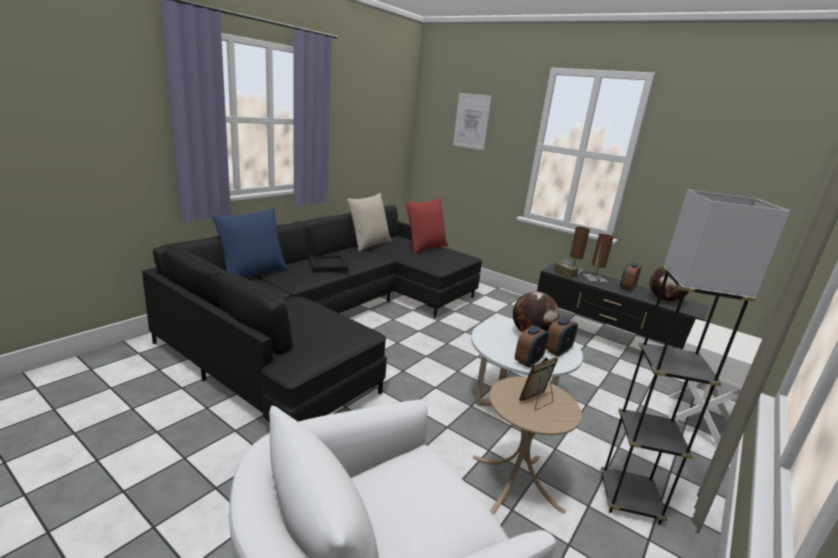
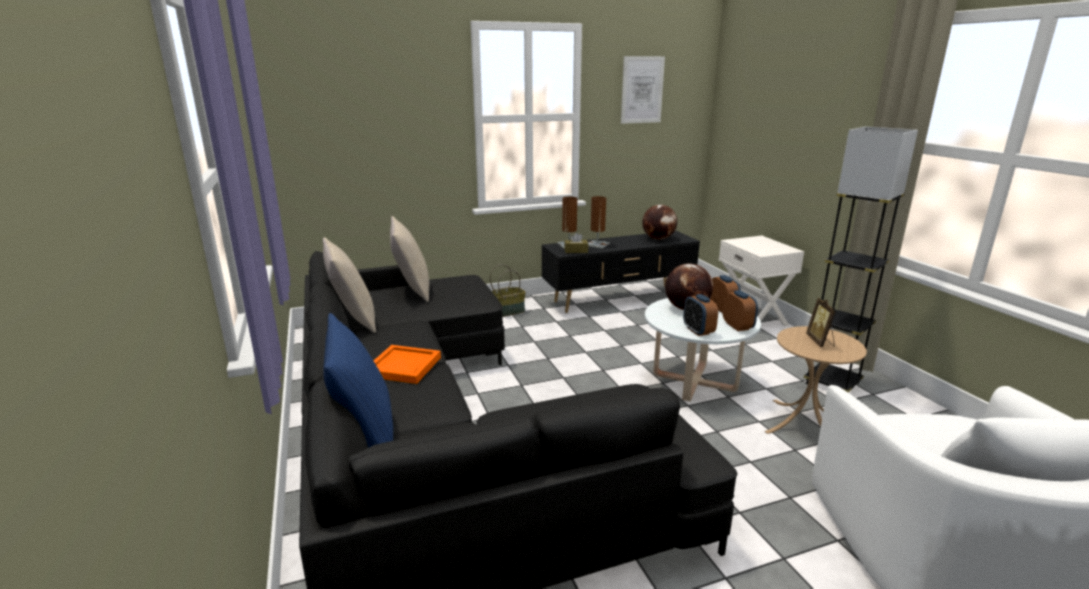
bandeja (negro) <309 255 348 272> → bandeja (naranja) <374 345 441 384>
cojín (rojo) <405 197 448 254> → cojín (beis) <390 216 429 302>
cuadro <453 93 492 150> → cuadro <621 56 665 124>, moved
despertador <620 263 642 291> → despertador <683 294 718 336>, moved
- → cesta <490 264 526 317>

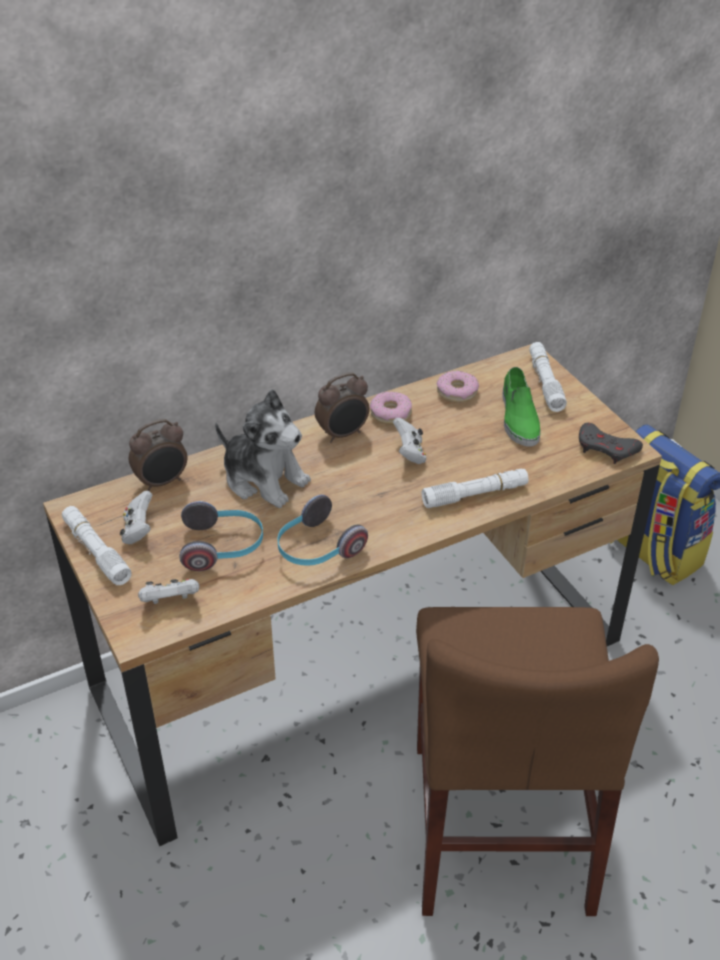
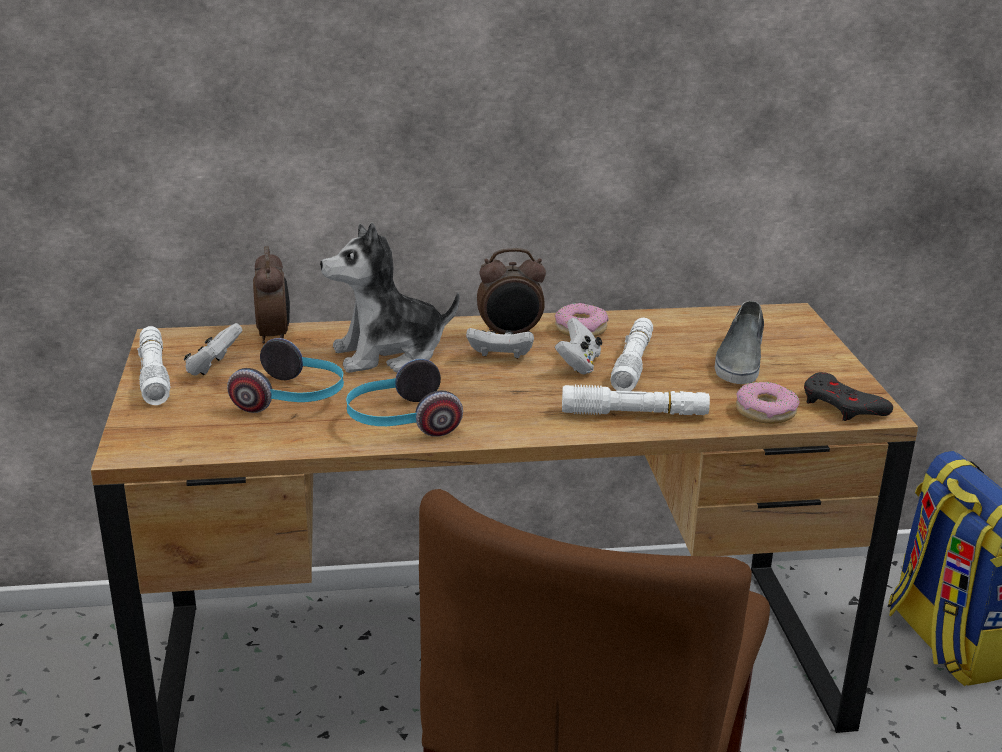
despertador <129 419 187 492> → despertador <253 246 290 344>, 90 degrees counterclockwise
mando de consola (blanco) <138 579 199 604> → mando de consola (blanco) <466 328 534 358>, moved
peluche <215 389 311 508> → peluche <320 223 459 373>, 105 degrees clockwise
rosquilla <436 371 479 403> → rosquilla <736 382 800 424>, moved
zapato (verde) <502 367 541 447> → zapato (gris) <715 301 764 384>
linterna (blanco) <529 342 567 412> → linterna (blanco) <610 318 653 391>, moved

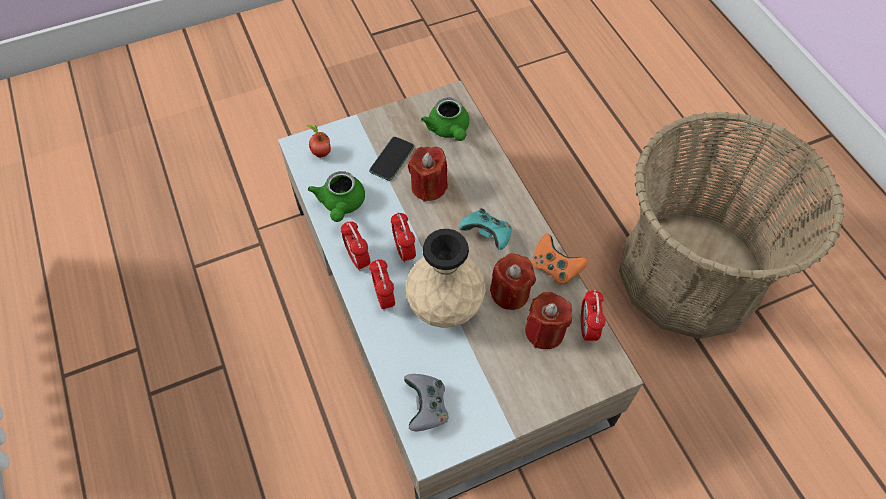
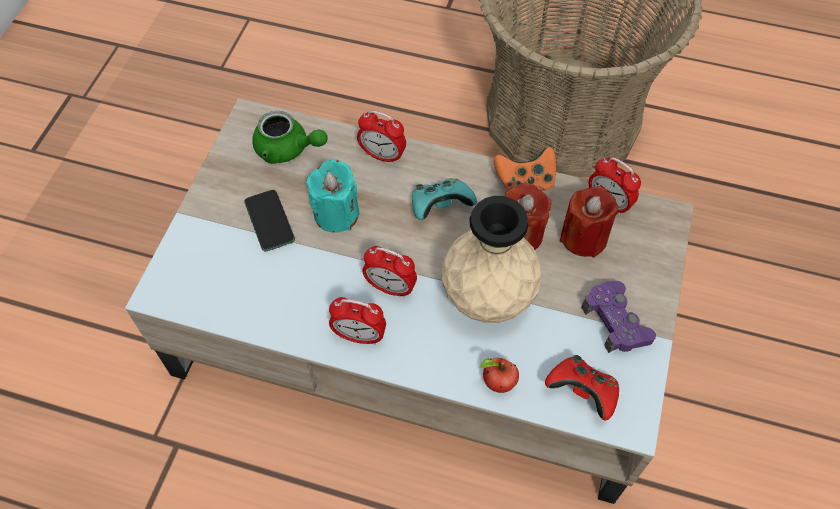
manzana <307 125 331 158> → manzana <480 358 519 393>, moved
tetera (verde) <308 171 365 222> → -
despertador <369 259 395 310> → despertador <357 110 406 164>, moved
mando de consola (gris) <404 374 449 431> → mando de consola (rojo) <545 355 619 421>
vela (rojo) <408 147 448 202> → vela (turquesa) <306 159 359 233>
- → mando de consola (morado) <581 281 656 353>

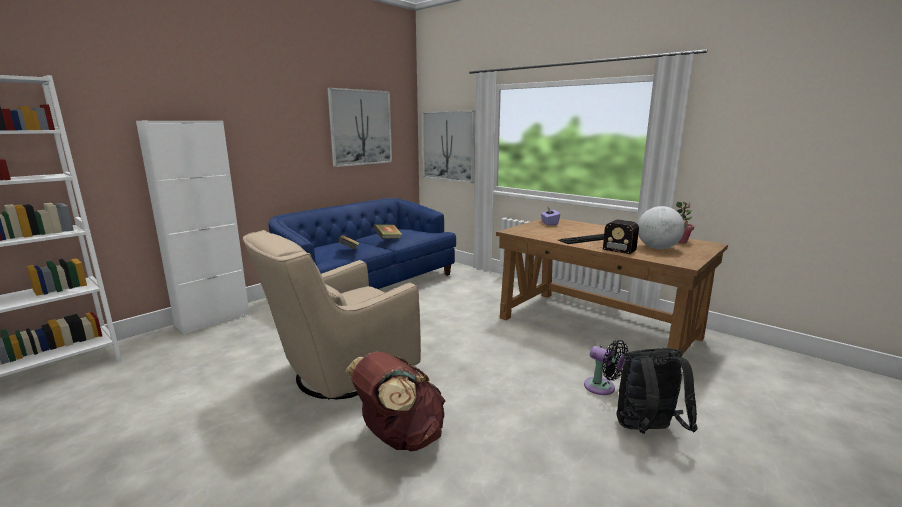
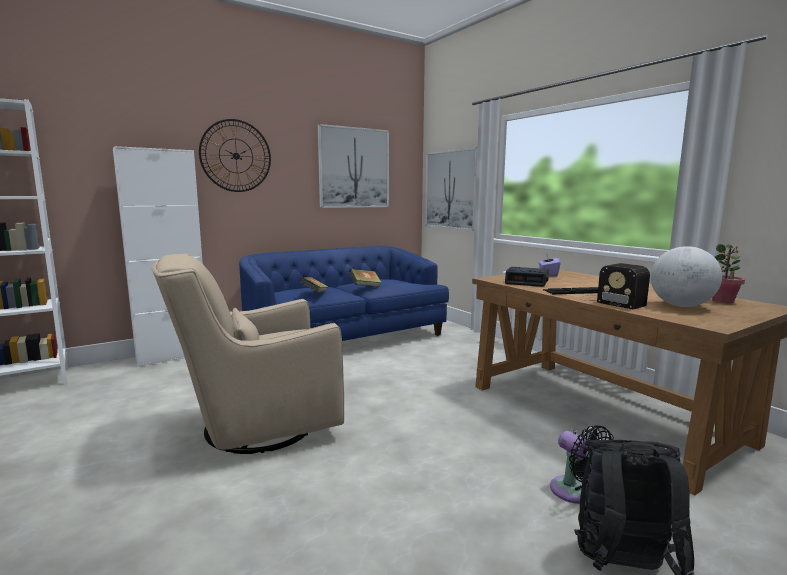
mochila (marrón) <345 352 445 451> → -
- → reloj de pared <199 119 271 192>
- → despertador <505 267 549 287>

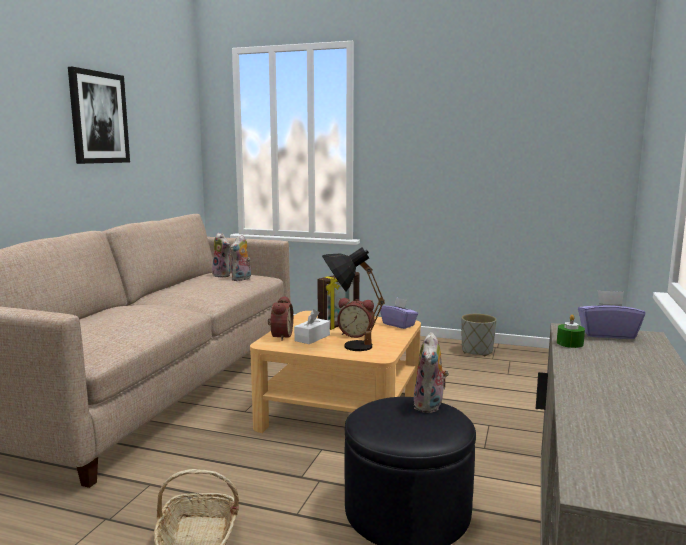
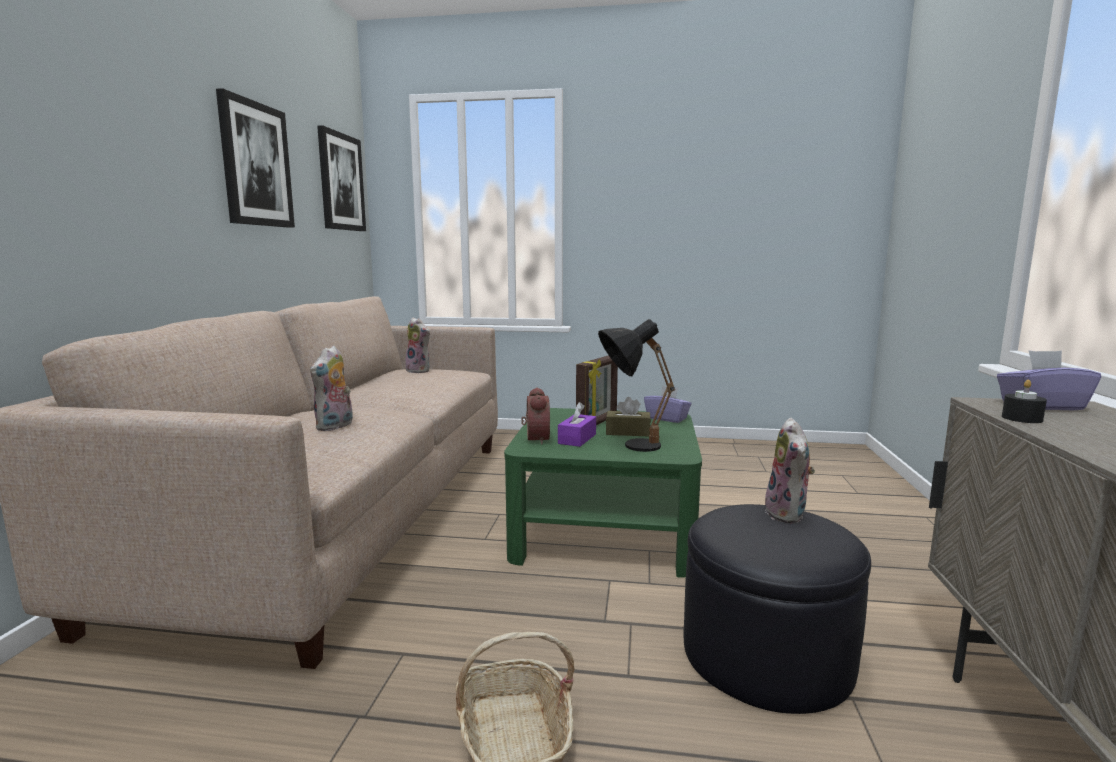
peluche <230 235 251 281> → peluche <310 346 353 431>, moved
mesa de centro (beis) <250 311 421 433> → mesa de centro (verde) <504 408 702 578>
caja de pañuelos (blanco) <294 309 330 344> → caja de pañuelos (morado) <558 402 596 447>
despertador <337 298 375 338> → caja de pañuelos (marrón) <606 397 651 436>
maceta (gris) <461 314 497 356> → -
vela (verde) <557 314 585 348> → vela (negro) <1002 380 1047 423>
- → cuadro <317 125 366 231>

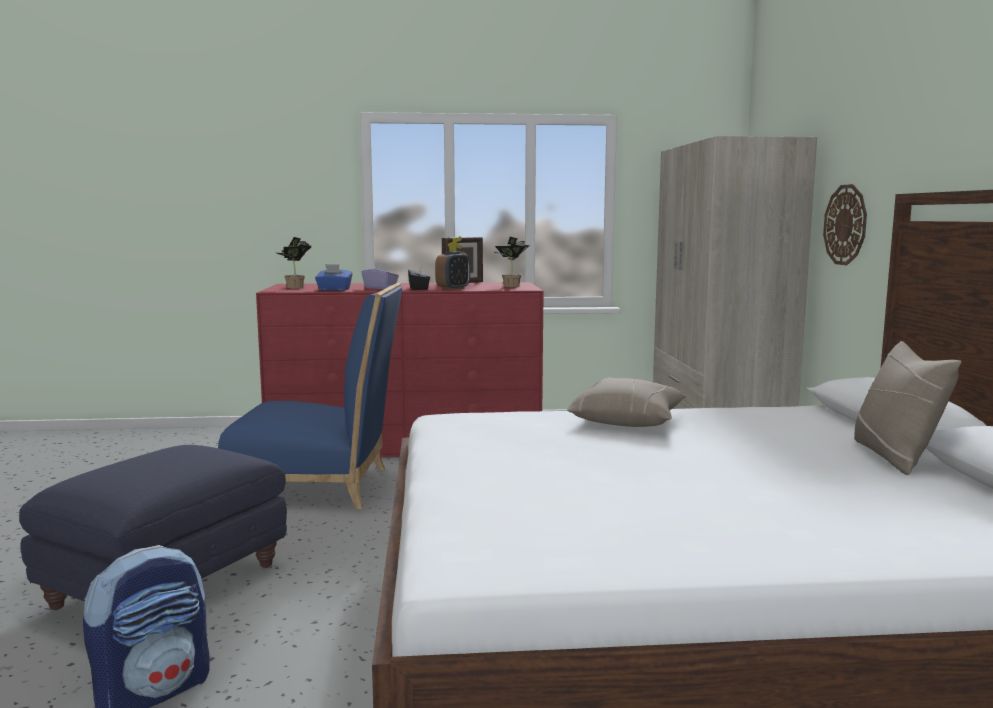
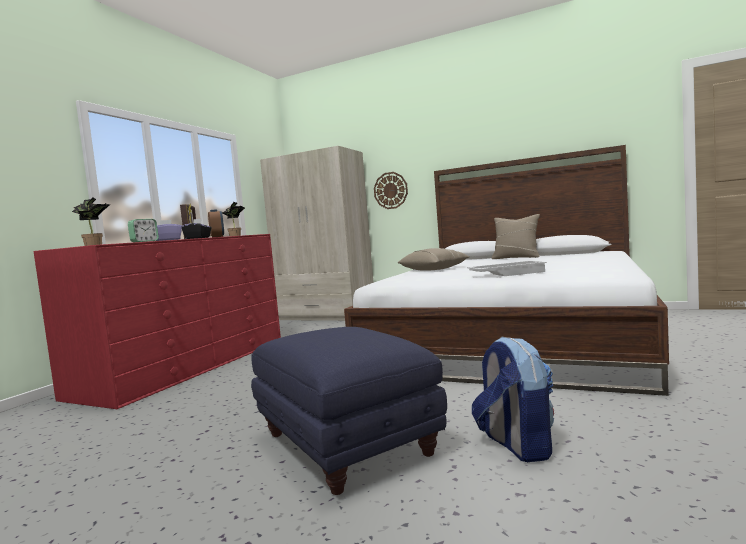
silla (azul) <218 283 402 509> → -
caja de pañuelos (azul) <315 264 352 291> → despertador <128 219 159 242>
- → bandeja (blanco) <467 261 547 276>

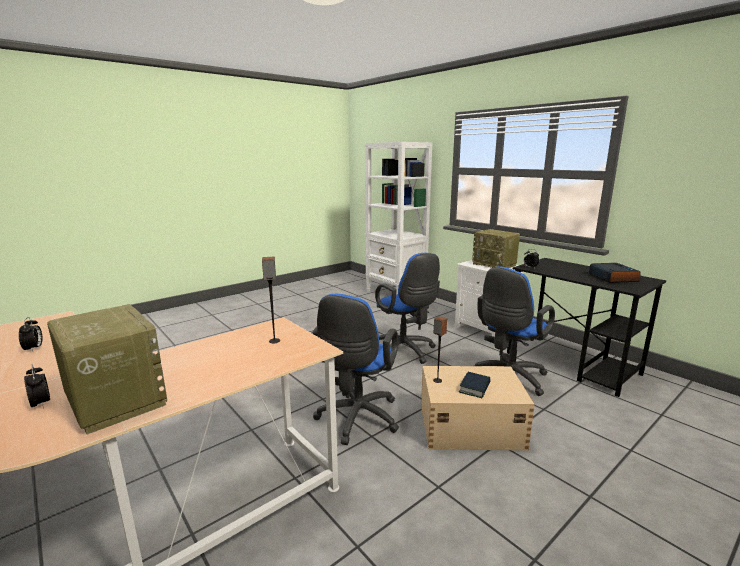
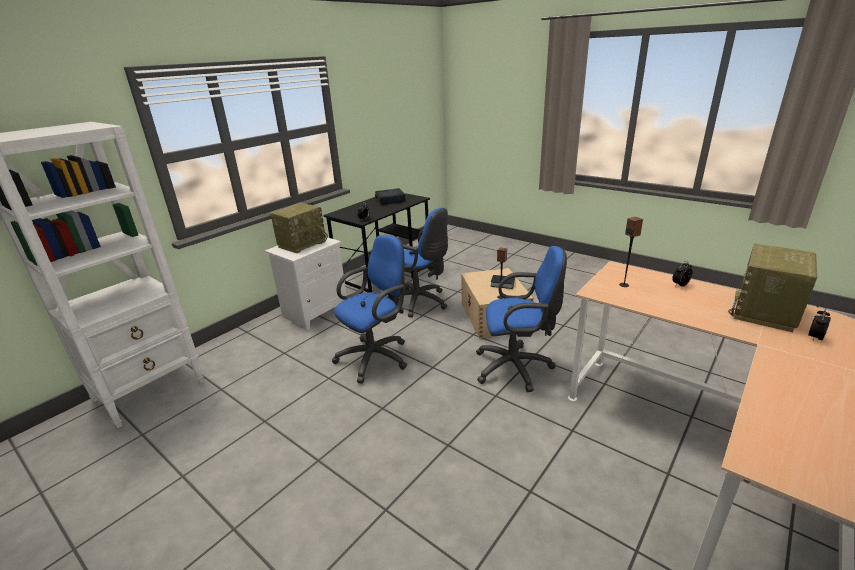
despertador <19 317 43 352> → despertador <672 261 692 287>, moved

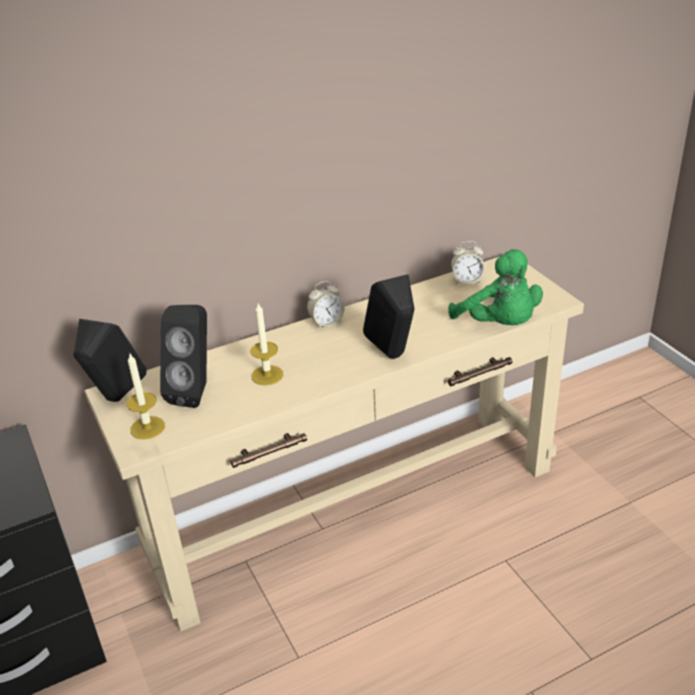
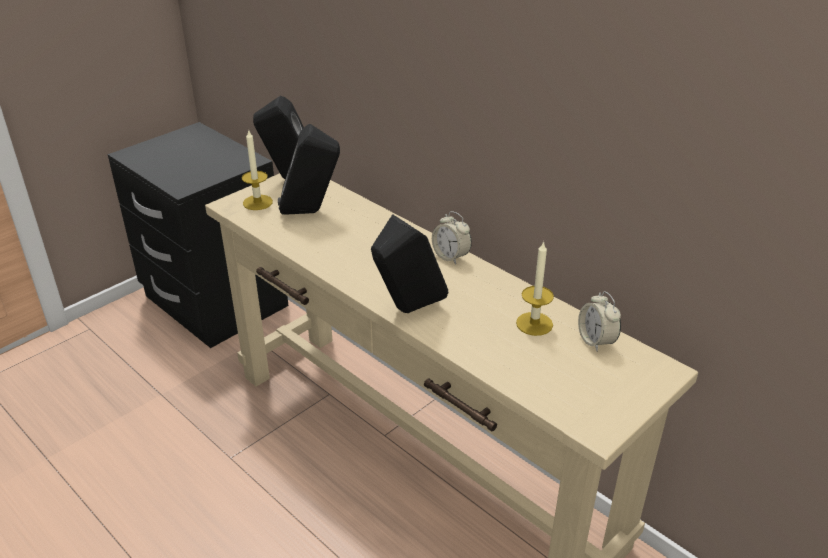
vela <250 303 284 386> → vela <516 241 554 336>, moved
peluche (verde) <448 249 543 325> → -

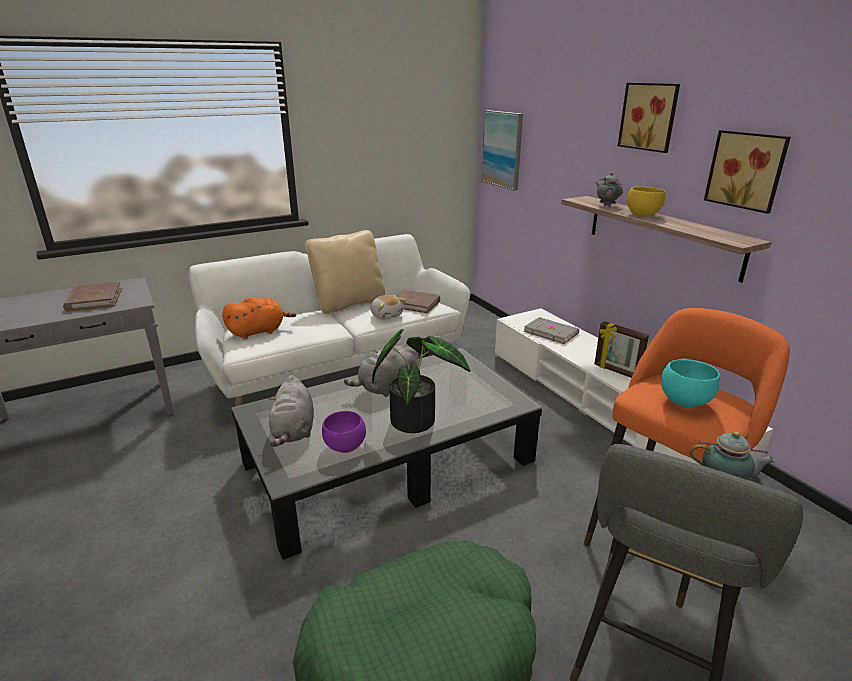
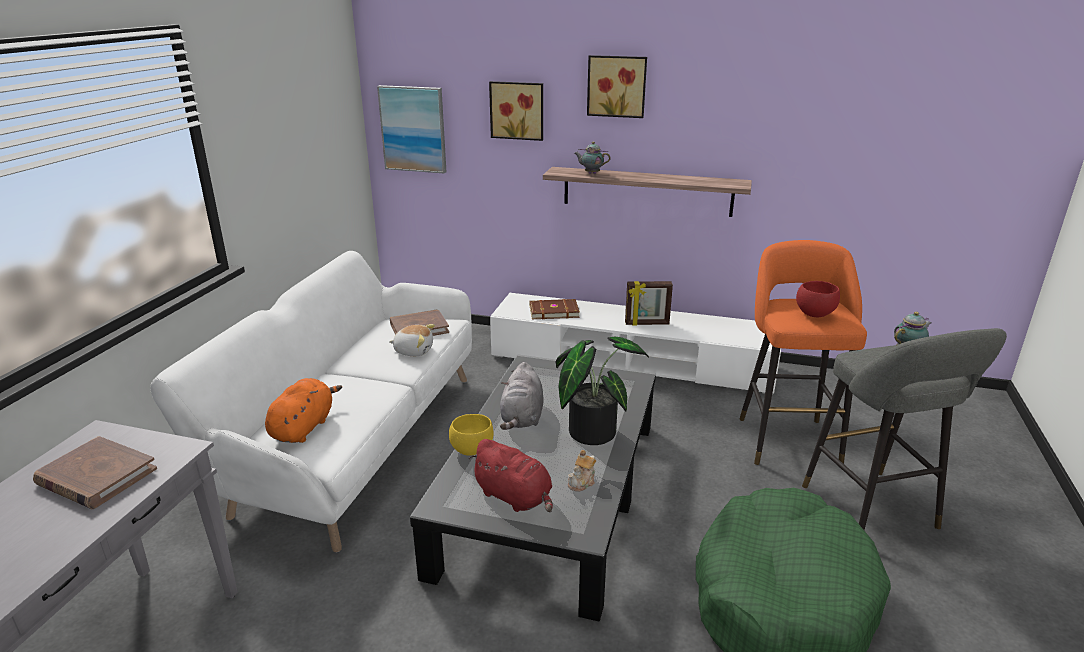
peluche (gris) <268 375 314 447> → peluche (rojo) <469 439 553 512>
cojín (beis) <305 230 385 314> → -
cuenco (morado) <322 411 366 453> → tetera <568 450 596 492>
libro (gris) <523 317 579 344> → libro (marrón) <529 299 580 319>
cuenco (amarillo) <627 187 666 216> → cuenco (amarillo) <449 414 493 456>, moved
cuenco (turquesa) <661 359 720 407> → cuenco (rojo) <796 281 840 317>
cuadro <704 130 791 214> → cuadro <489 81 543 141>, moved

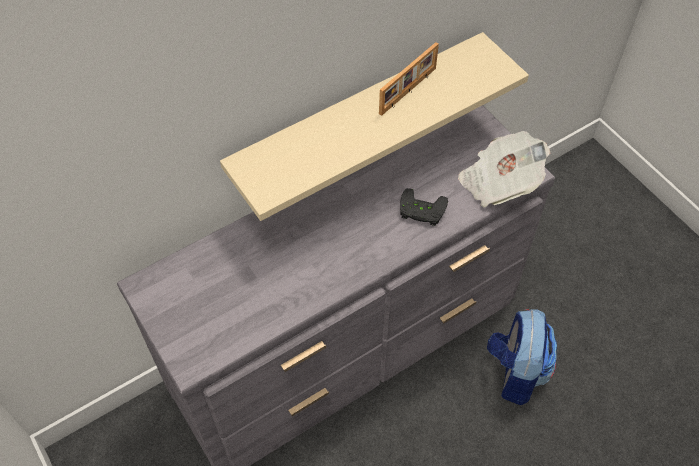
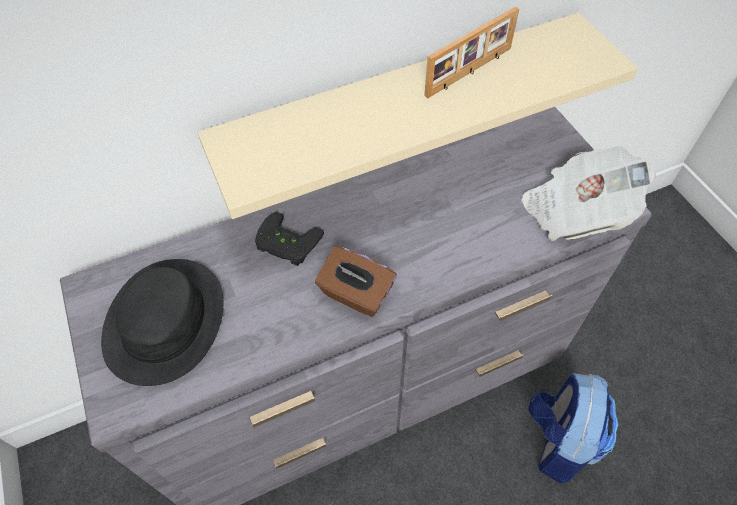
mando de consola (negro) <400 188 448 226> → mando de consola (negro) <255 212 324 266>, moved
- → sombrero (negro) <101 259 223 386>
- → caja de pañuelos (marrón) <315 246 397 317>

